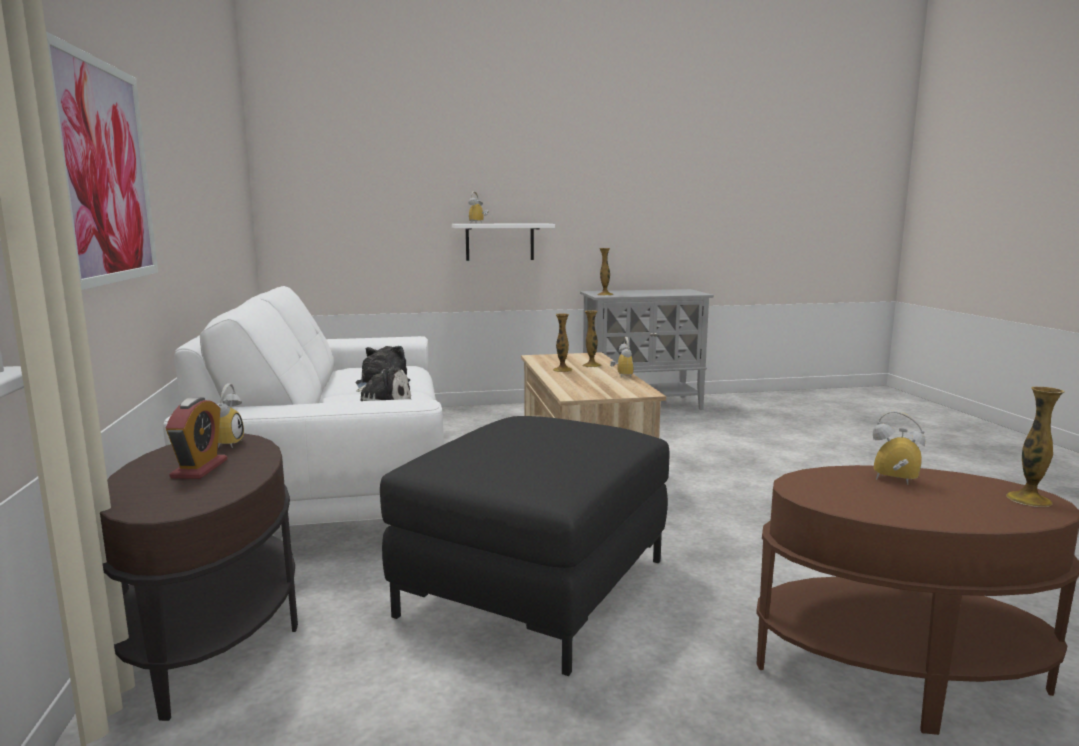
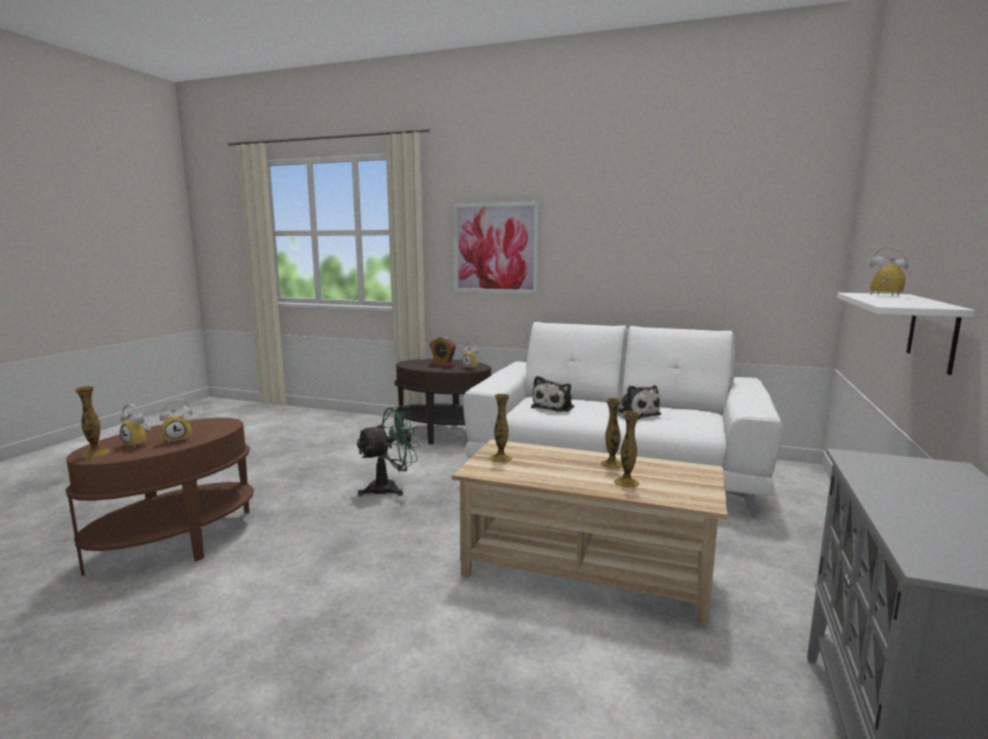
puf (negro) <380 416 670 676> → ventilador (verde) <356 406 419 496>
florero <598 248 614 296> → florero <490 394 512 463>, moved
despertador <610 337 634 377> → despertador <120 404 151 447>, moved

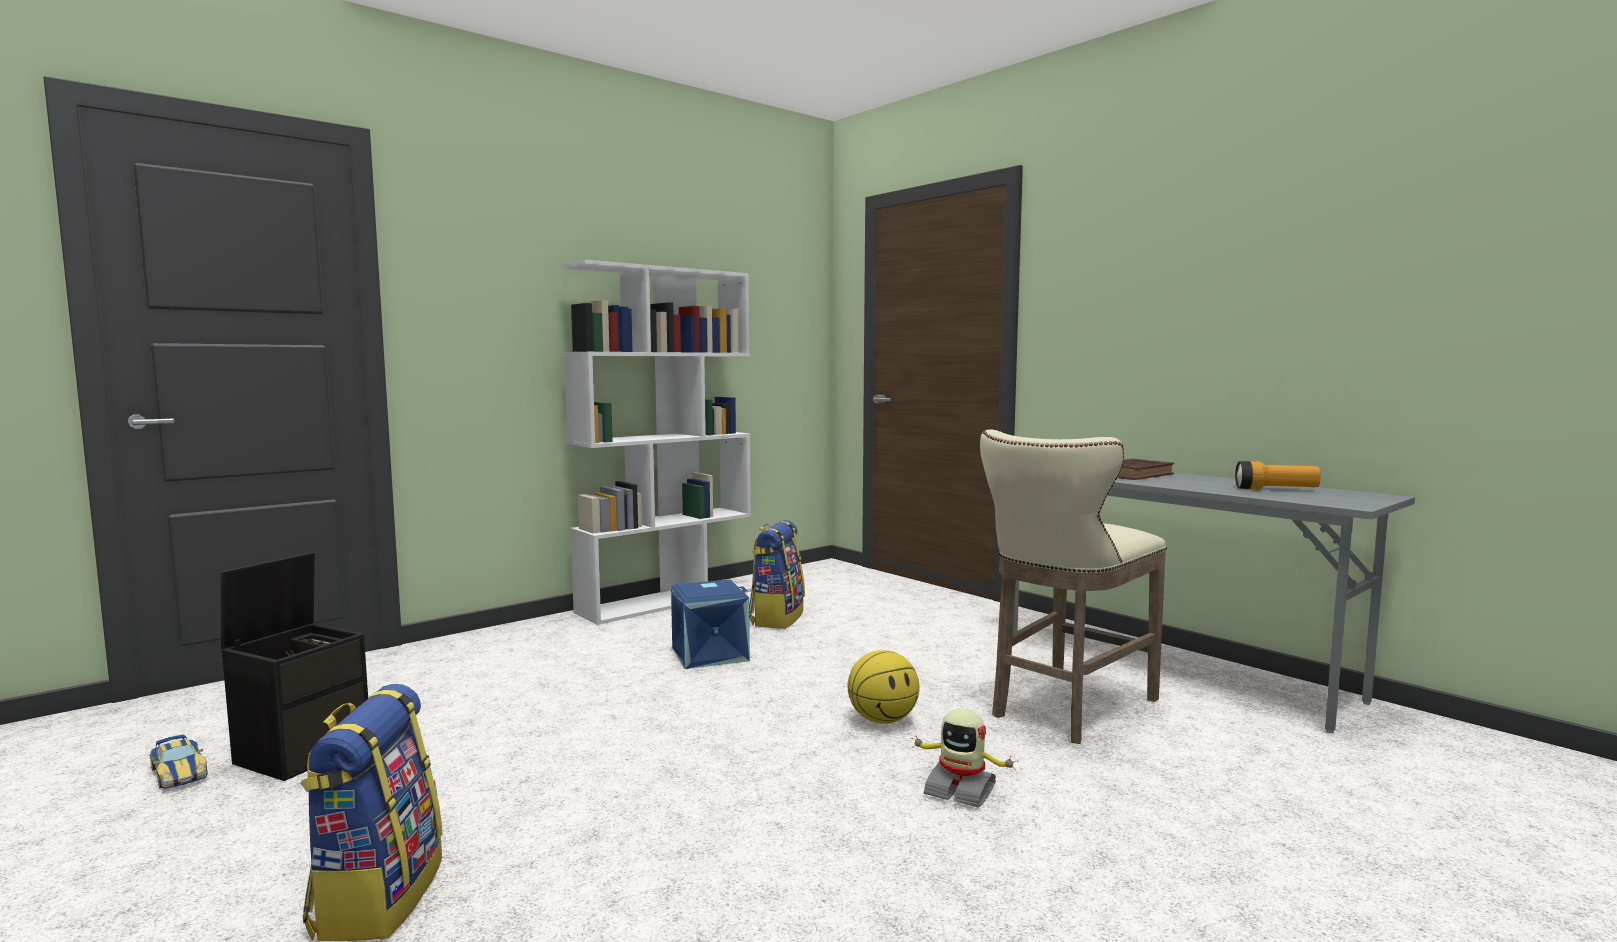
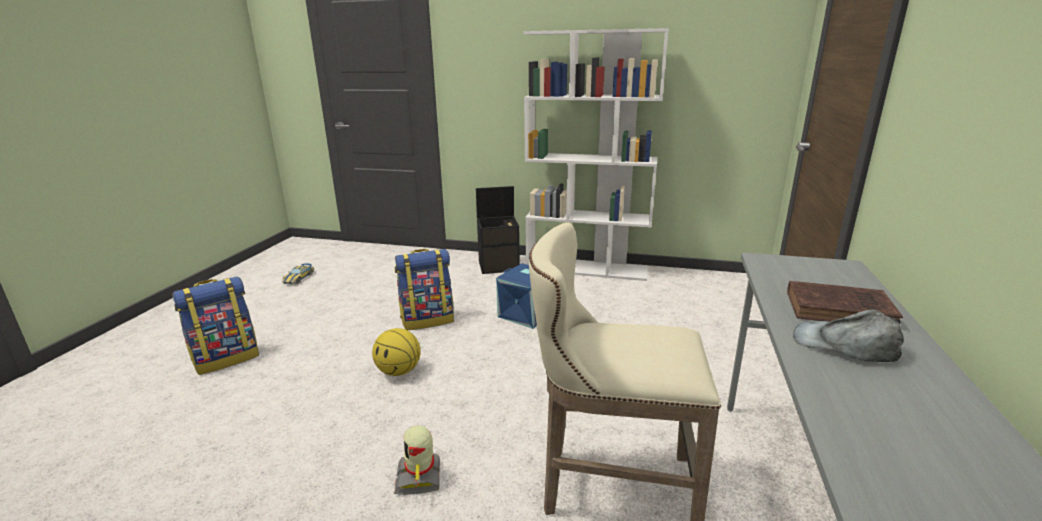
caja de almacenaje (negro) <221 552 368 781> → caja de almacenaje (negro) <476 186 520 274>, moved
mochila <749 520 805 629> → mochila <395 249 454 330>, moved
balón de baloncesto <848 650 919 724> → balón de baloncesto <372 328 421 376>, moved
linterna <1235 461 1321 489> → -
- → gorra (gris) <793 310 904 362>

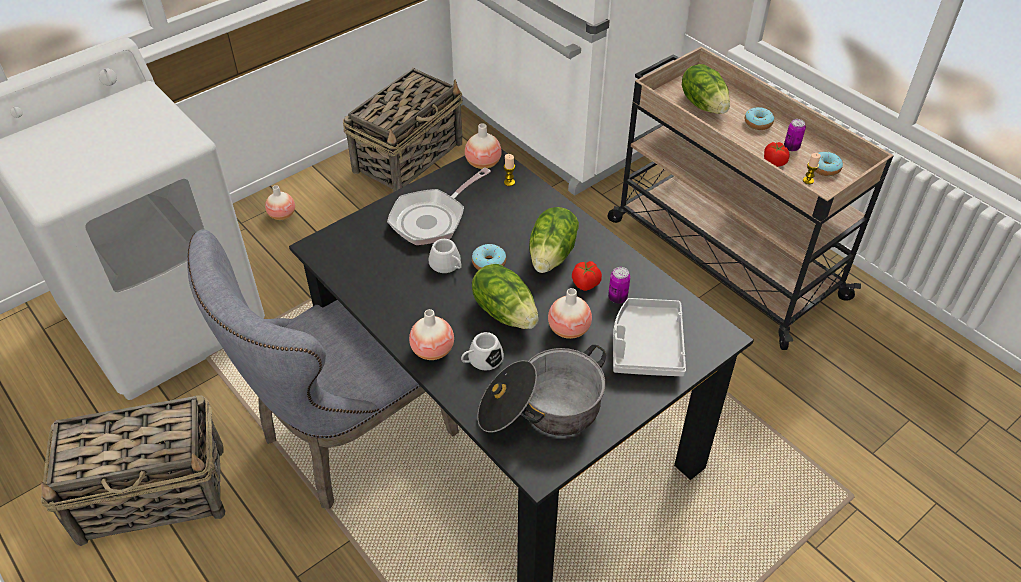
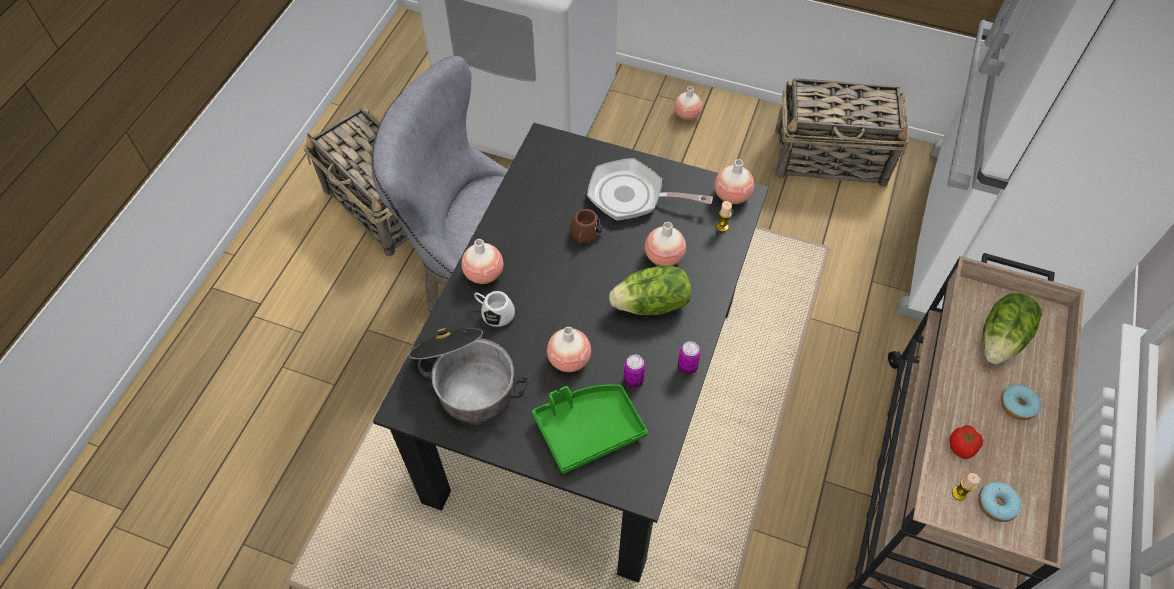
taza grande (blanco) <429 239 462 273> → taza grande (marrón) <570 209 602 244>
rosquilla <472 244 506 270> → -
lechuga <472 264 539 329> → -
tomate <572 261 602 291> → -
bandeja (gris) <613 298 686 376> → bandeja (verde) <532 385 648 474>
lata <784 119 806 151> → lata <678 341 701 375>, moved
- → florero <645 222 686 266>

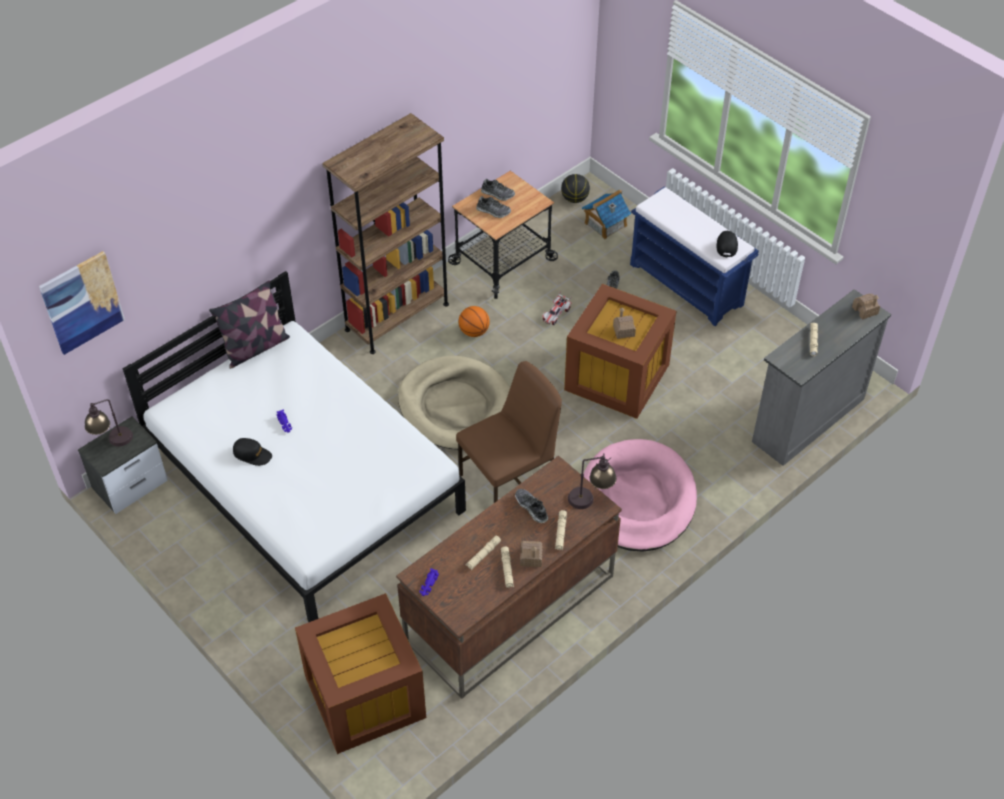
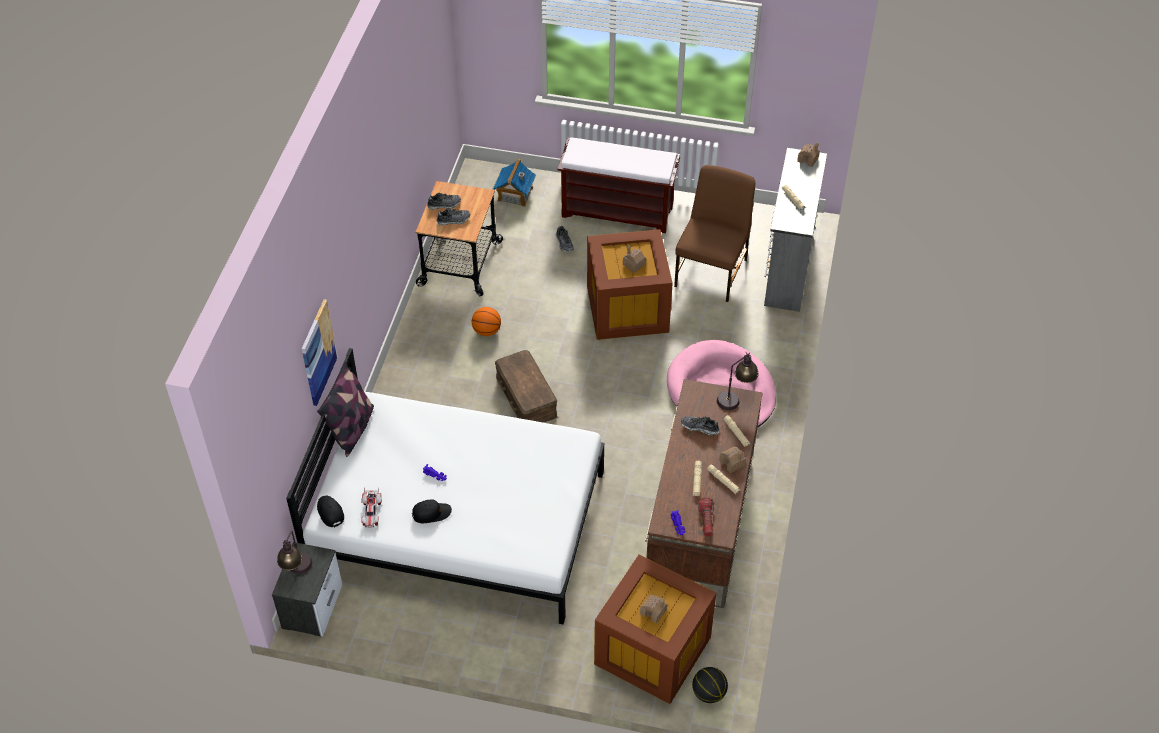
cuadro <39 251 125 355> → cuadro <302 299 338 406>, moved
estantería (marrón) <322 113 449 354> → -
cama para perro (beis) <398 355 510 450> → caja de almacenaje (marrón) <495 350 557 423>
silla (marrón) <456 361 562 503> → silla (marrón) <674 165 756 302>, moved
coche de juguete <542 291 572 325> → coche de juguete <361 487 382 528>, moved
balón de baloncesto <561 174 590 203> → balón de baloncesto <692 667 728 703>, moved
banco (azul) <630 186 759 326> → banco (marrón) <558 137 680 233>
gorra (negro) <716 231 738 257> → gorra (negro) <317 496 344 528>, moved
- → casita <640 595 667 623>
- → linterna <698 497 714 537>

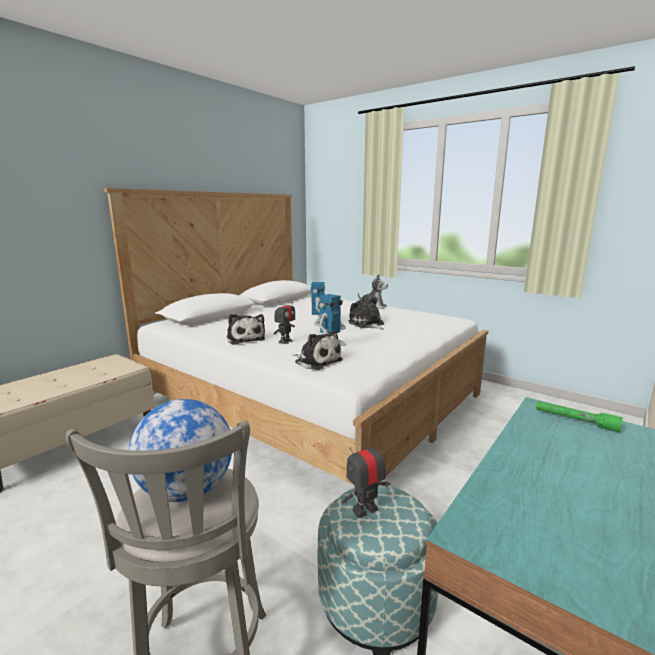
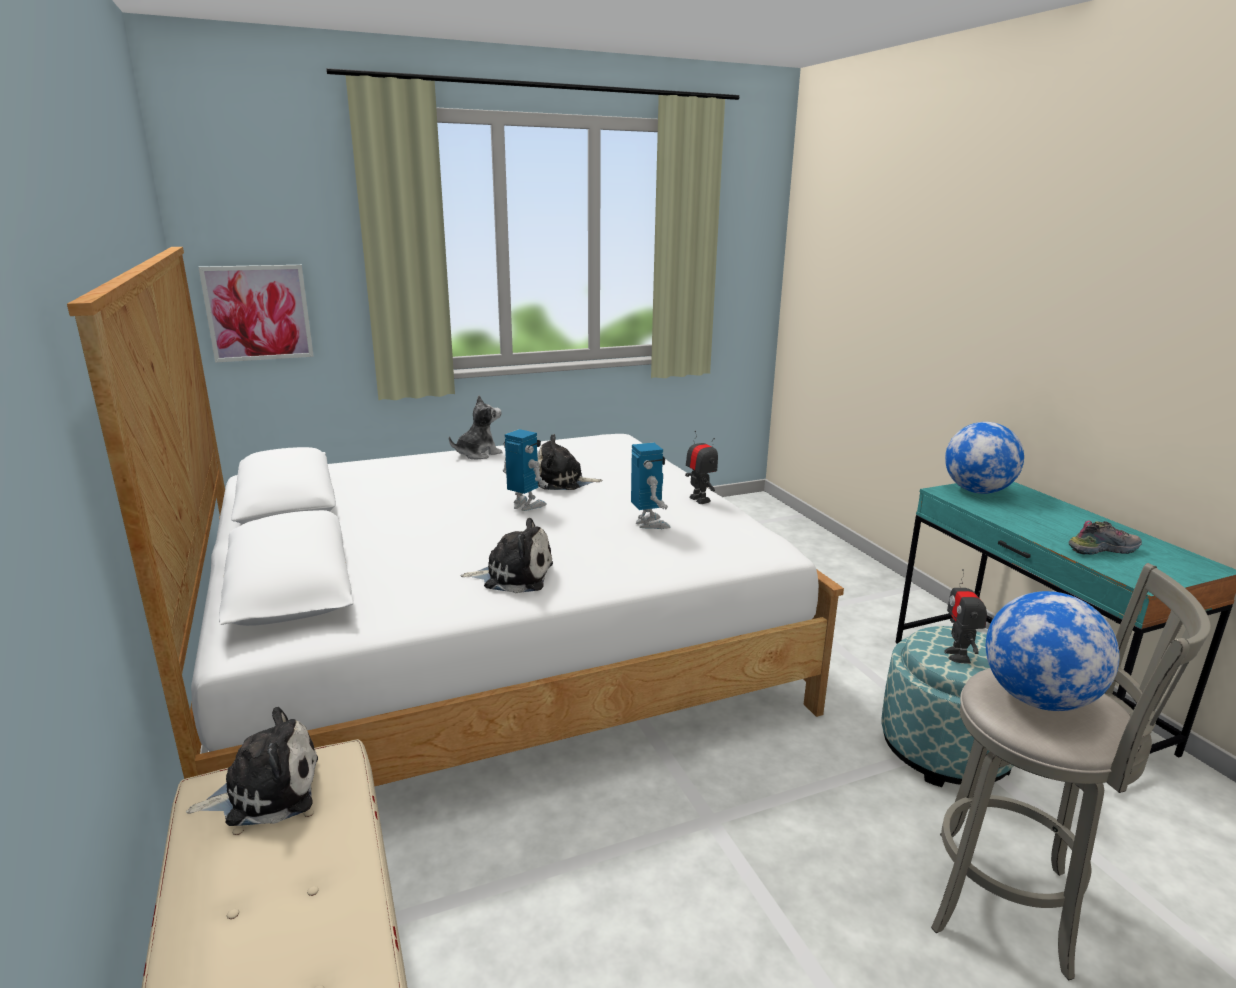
robot de juguete <274 297 295 344> → robot de juguete <685 431 718 504>, moved
peluche <293 330 343 370> → peluche <186 707 318 826>, moved
linterna (verde) <536 401 623 432> → globo terráqueo <945 422 1024 494>
- → cuadro <198 265 314 363>
- → zapato <1068 520 1142 555>

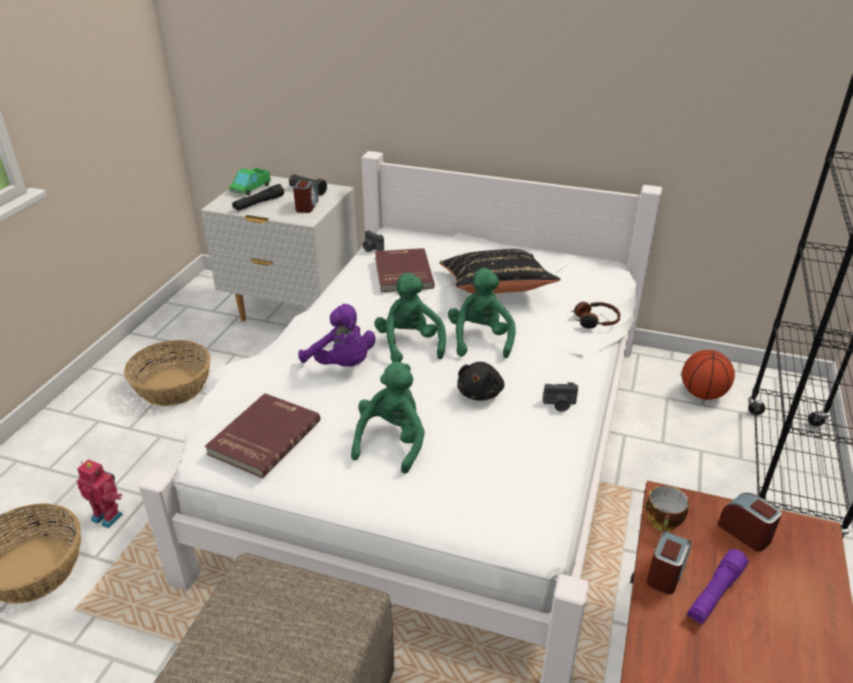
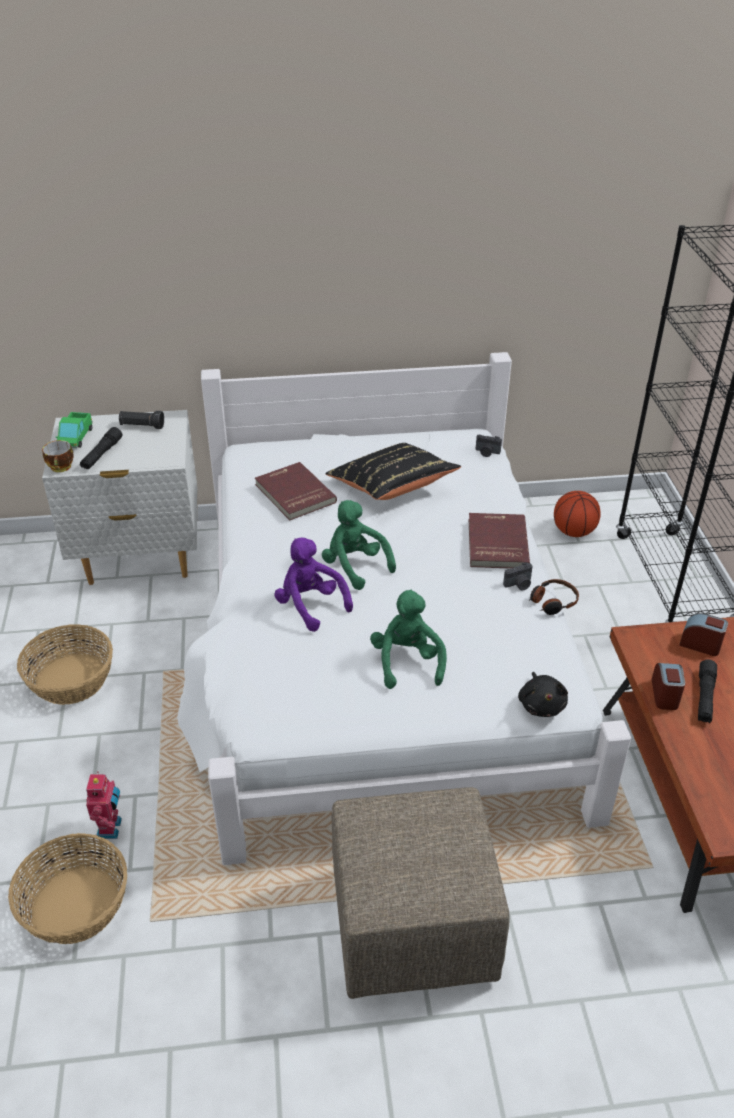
robot de juguete <77 459 123 528> → robot de juguete <86 771 122 839>, 90 degrees clockwise
libro (rojo) <205 393 320 478> → libro (rojo) <469 513 530 569>, moved
despertador <293 181 318 213> → -
peluche (morado) <298 304 375 367> → peluche (morado) <274 538 353 632>, 150 degrees counterclockwise
cámara <363 230 384 252> → cámara <476 435 502 457>, moved
peluche (verde) <448 268 515 358> → -
peluche (negro) <457 362 504 401> → peluche (negro) <518 672 568 717>, moved
auriculares <571 302 621 329> → auriculares <529 579 579 615>, moved
taza <646 485 689 532> → taza <42 440 74 472>, moved
linterna (morado) <687 549 748 625> → linterna (negro) <698 659 717 723>

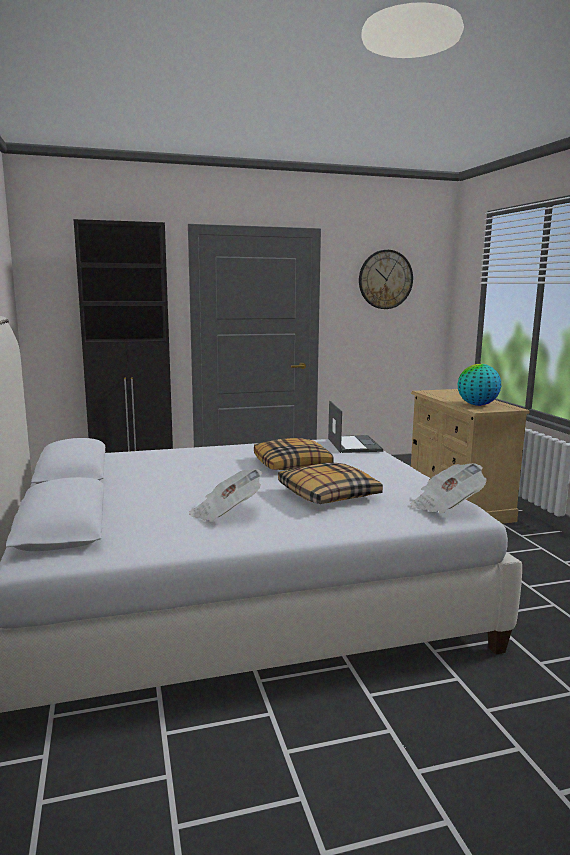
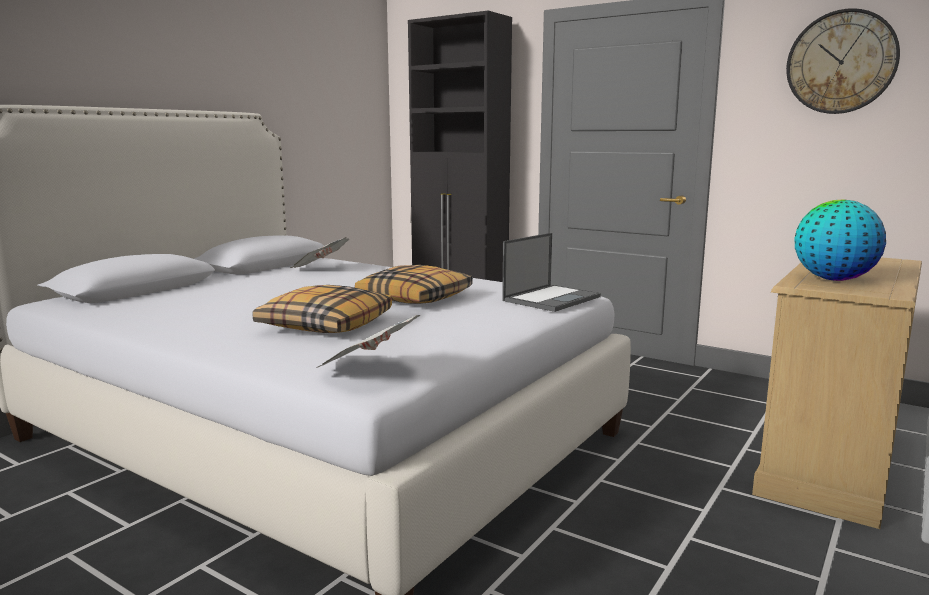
periódico <189 469 263 522> → periódico <290 237 349 268>, moved

